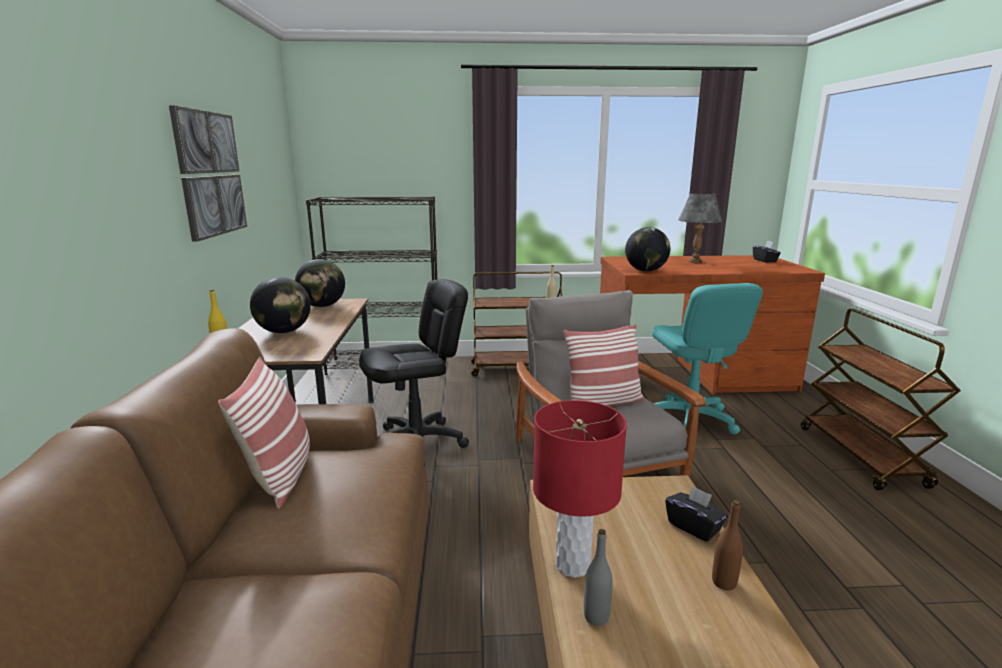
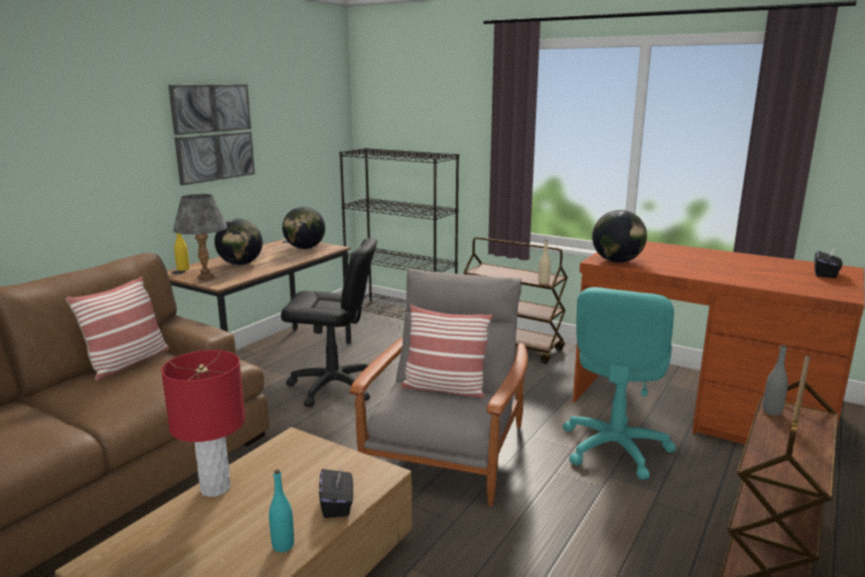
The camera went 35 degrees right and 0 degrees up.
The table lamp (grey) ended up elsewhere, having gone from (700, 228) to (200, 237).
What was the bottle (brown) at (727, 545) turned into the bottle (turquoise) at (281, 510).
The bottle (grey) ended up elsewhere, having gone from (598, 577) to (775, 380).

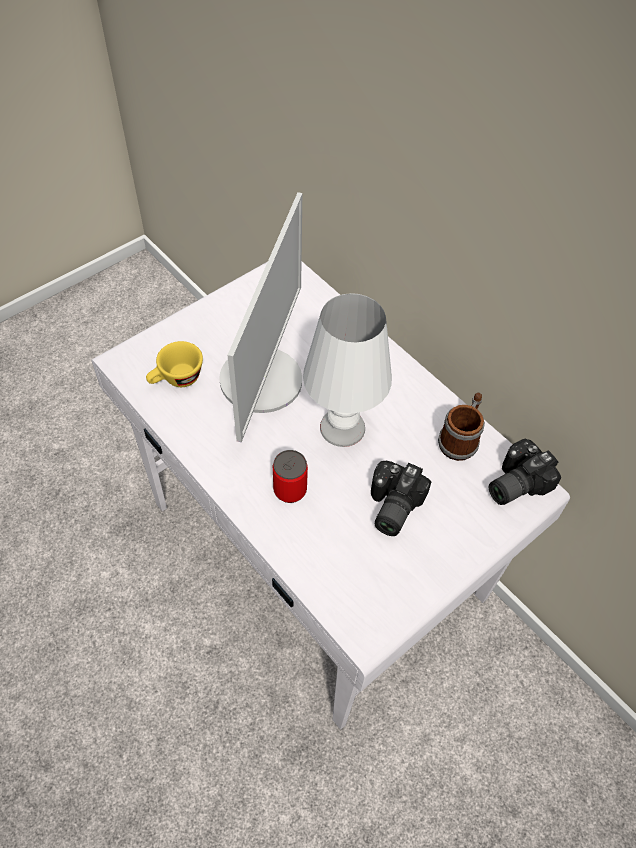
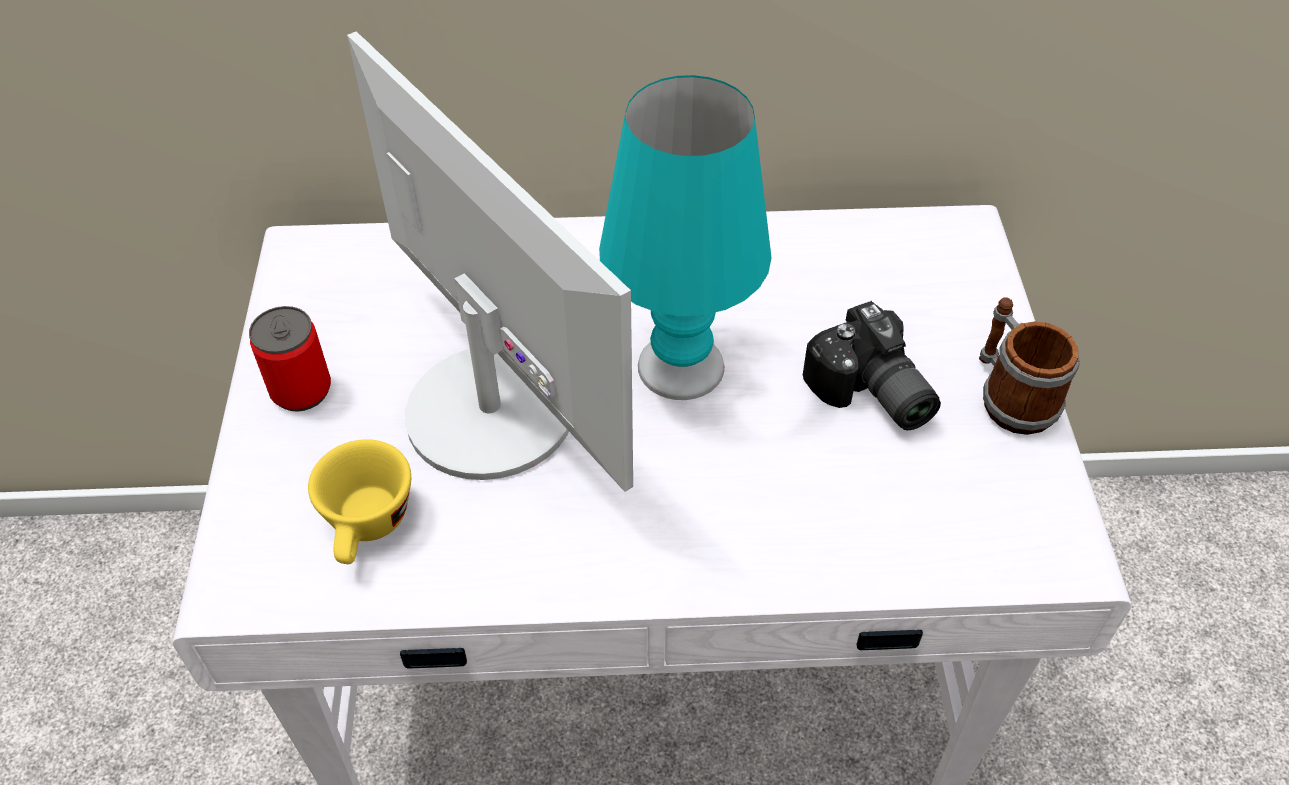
The camera went 50 degrees left and 5 degrees down.
What was the table lamp (white) at (347, 370) turned into the table lamp (turquoise) at (685, 237).
The mug ended up elsewhere, having gone from (461, 427) to (1029, 366).
The second view lost the photo camera at (525, 472).
The can ended up elsewhere, having gone from (290, 476) to (290, 358).

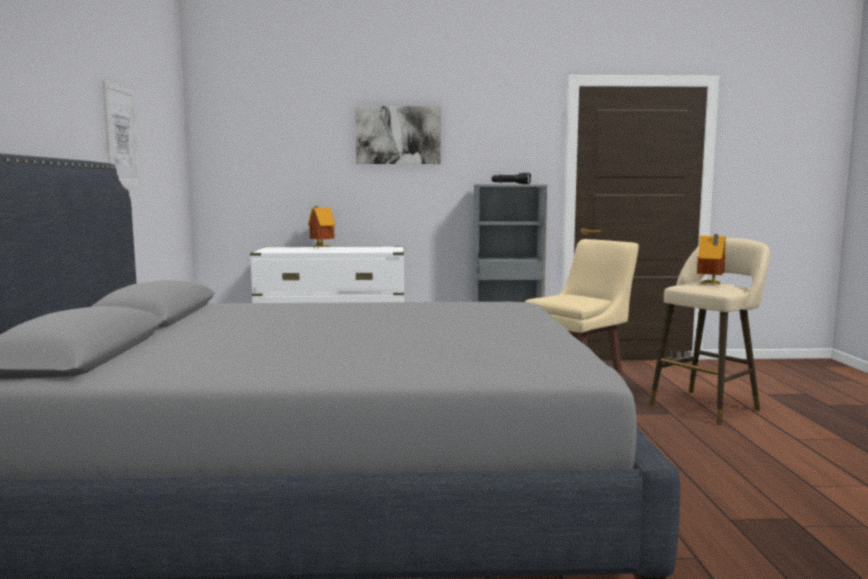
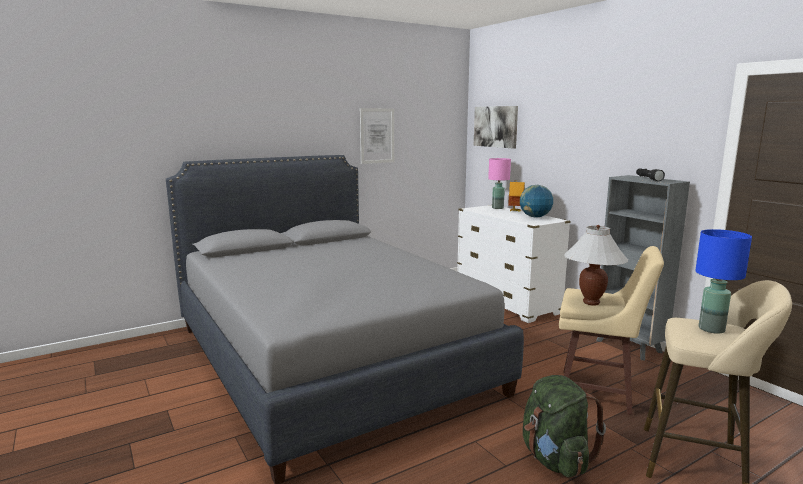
The camera went 60 degrees right and 5 degrees up.
The picture ended up elsewhere, having gone from (398, 135) to (496, 127).
Where the toy house stood at (711, 259), the table lamp (blue) came to stand at (723, 281).
The second view gained the table lamp (pink) at (499, 183).
The second view gained the globe at (536, 201).
The second view gained the table lamp (white) at (596, 265).
The second view gained the backpack (green) at (564, 426).

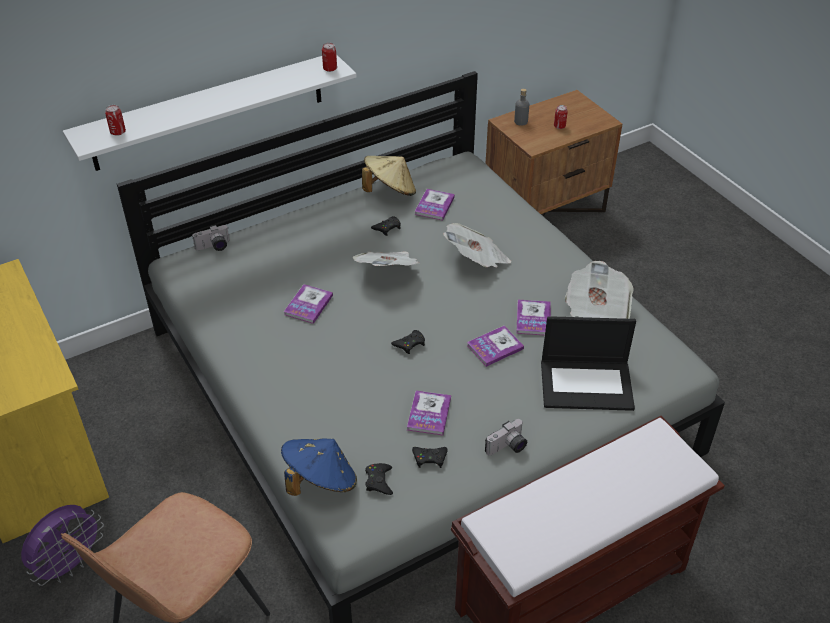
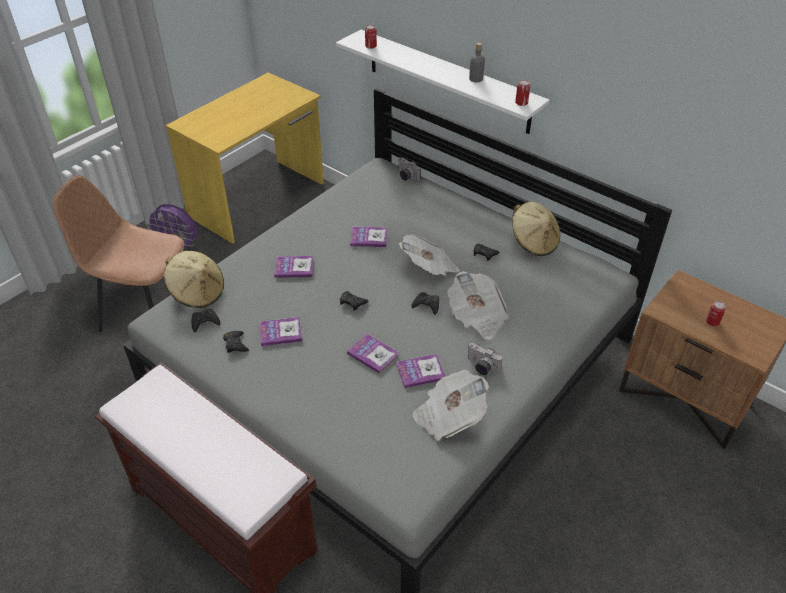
The camera went 70 degrees right and 0 degrees up.
The bottle (grey) ended up elsewhere, having gone from (521, 107) to (477, 62).
The book ended up elsewhere, having gone from (435, 205) to (294, 267).
The second view lost the laptop at (588, 363).
The photo camera ended up elsewhere, having gone from (506, 437) to (485, 359).
What was the hat (blue) at (319, 467) turned into the hat (beige) at (194, 279).
The second view gained the game controller (black) at (425, 303).

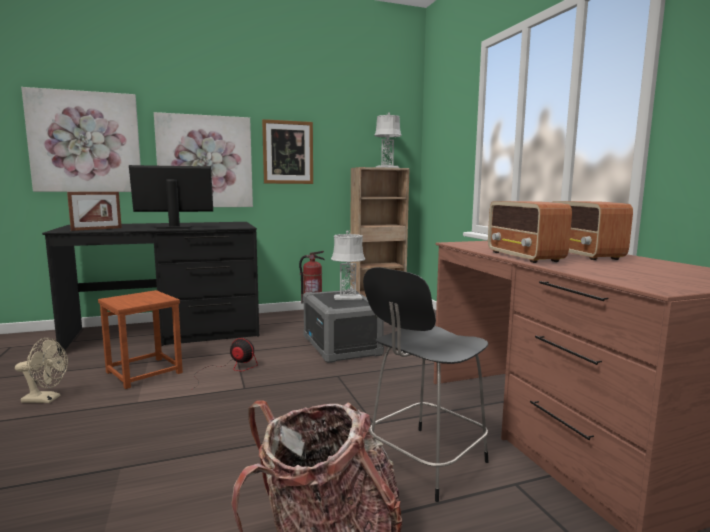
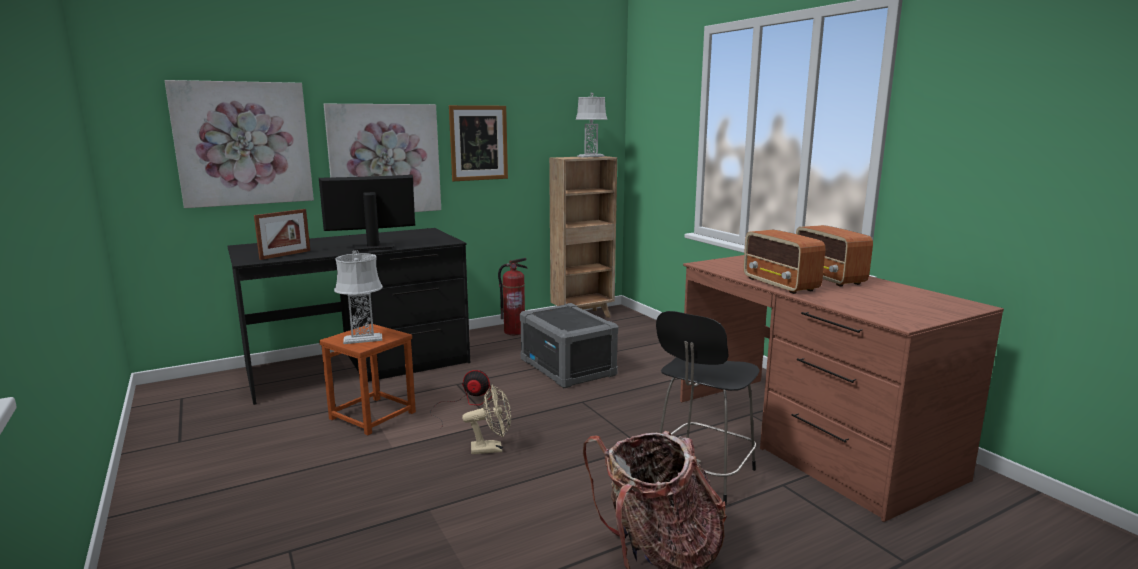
The camera went 10 degrees left and 5 degrees up.
The table lamp (grey) ended up elsewhere, having gone from (348, 265) to (358, 297).
The fan (beige) ended up elsewhere, having gone from (41, 370) to (486, 419).

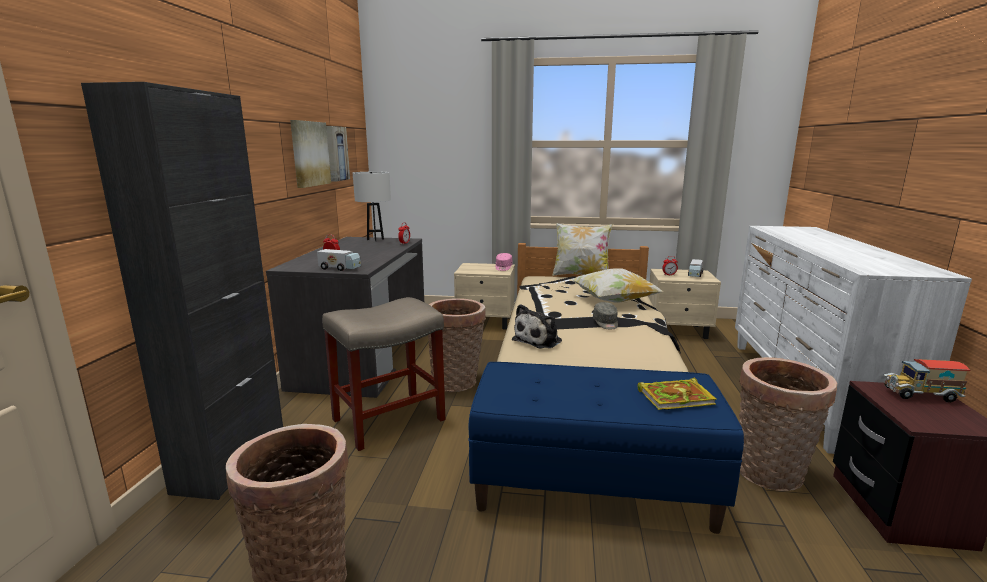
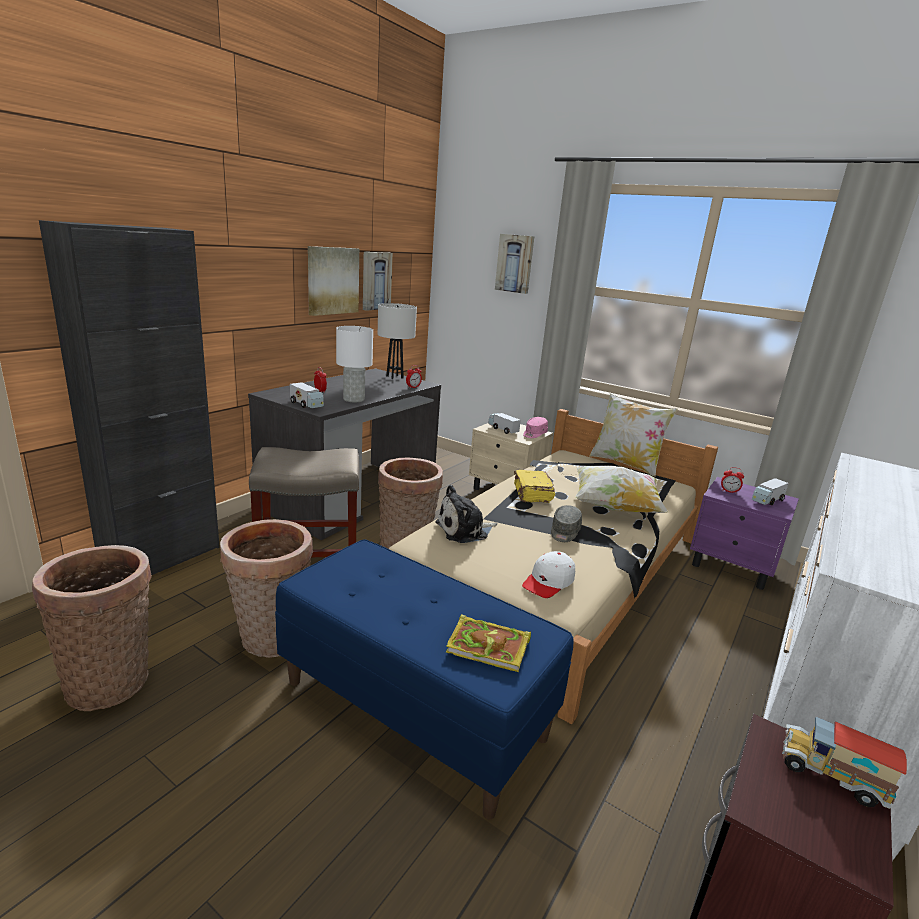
The camera went 25 degrees right and 5 degrees up.
What was the nightstand (beige) at (684, 304) turned into the nightstand (purple) at (744, 533).
The basket ended up elsewhere, having gone from (788, 424) to (266, 588).
The second view gained the picture at (514, 264).
The second view gained the table lamp (white) at (354, 364).
The second view gained the toy truck at (504, 423).
The second view gained the book (yellow) at (534, 486).
The second view gained the cap (white) at (548, 574).

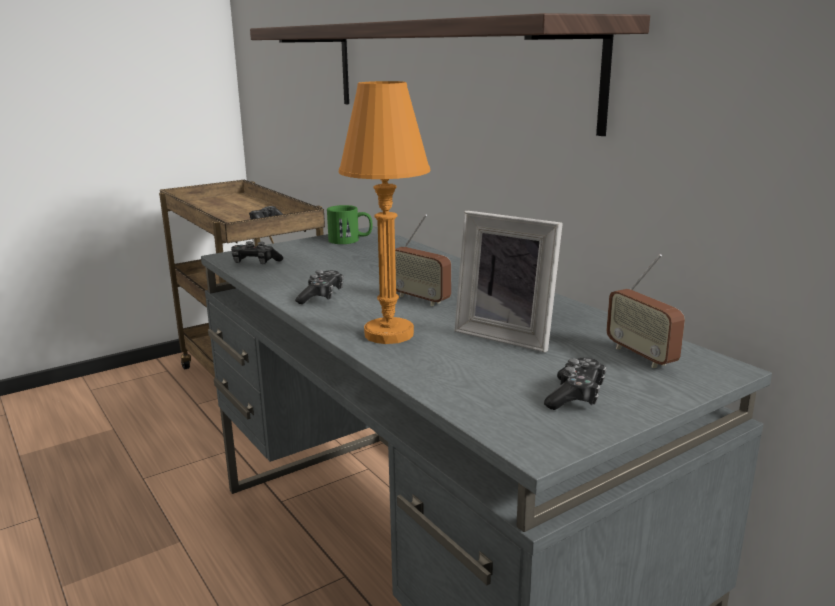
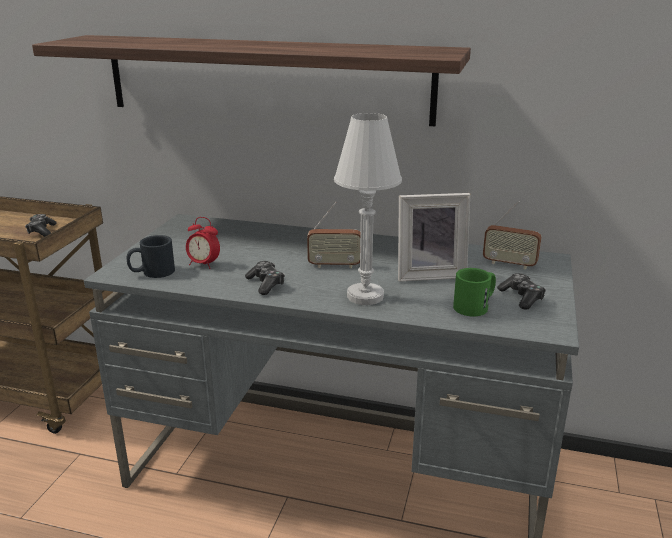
The camera went 40 degrees left and 5 degrees up.
What was the table lamp (orange) at (384, 212) turned into the table lamp (white) at (368, 209).
The mug (green) ended up elsewhere, having gone from (350, 224) to (474, 292).
Where the game controller stood at (257, 252), the mug (black) came to stand at (151, 256).
The second view gained the alarm clock at (203, 243).

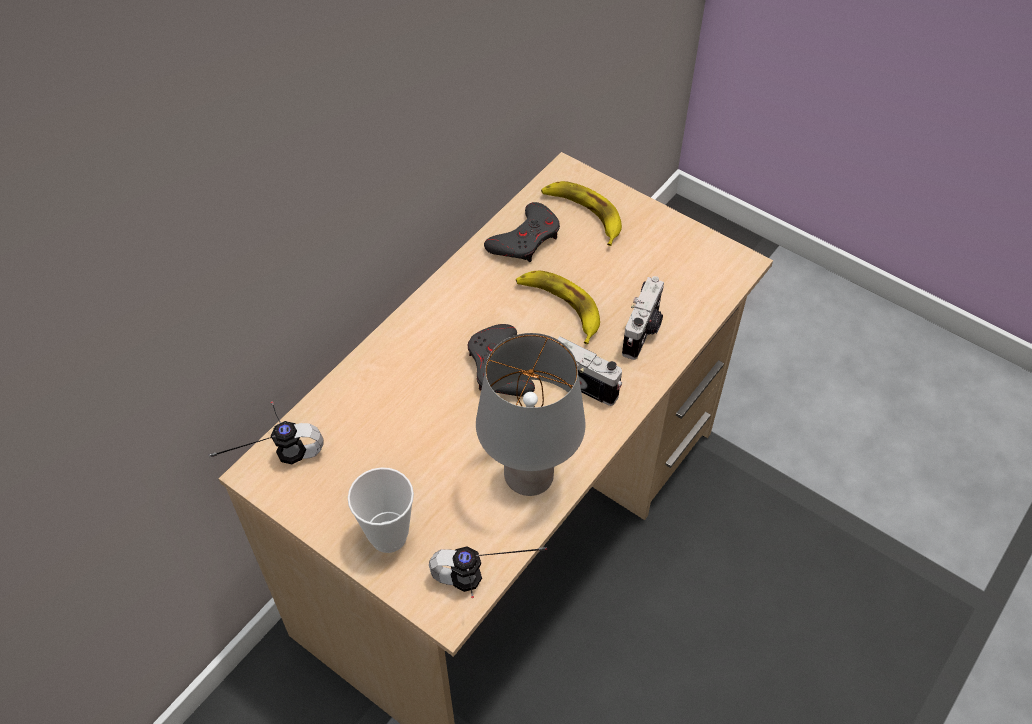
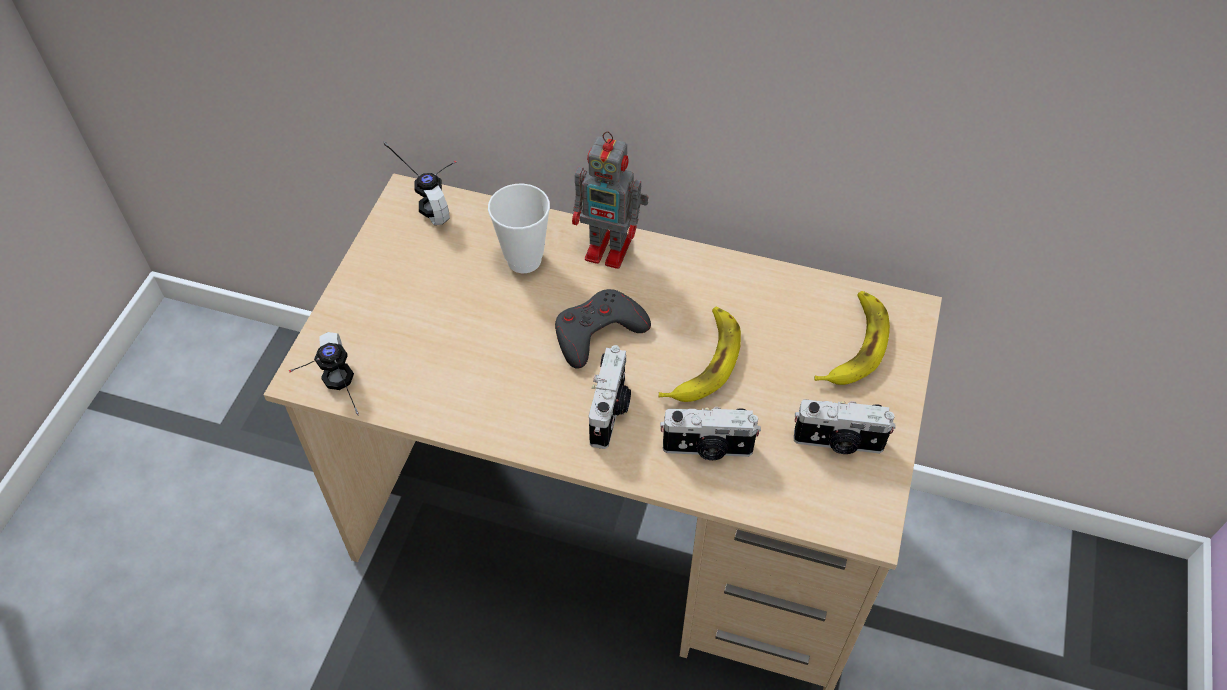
The camera went 70 degrees right and 0 degrees up.
The second view lost the game controller (grey) at (522, 232).
The second view lost the table lamp (grey) at (530, 414).
The cup ended up elsewhere, having gone from (381, 510) to (519, 228).
The second view gained the toy robot at (610, 200).
The second view gained the photo camera at (845, 427).

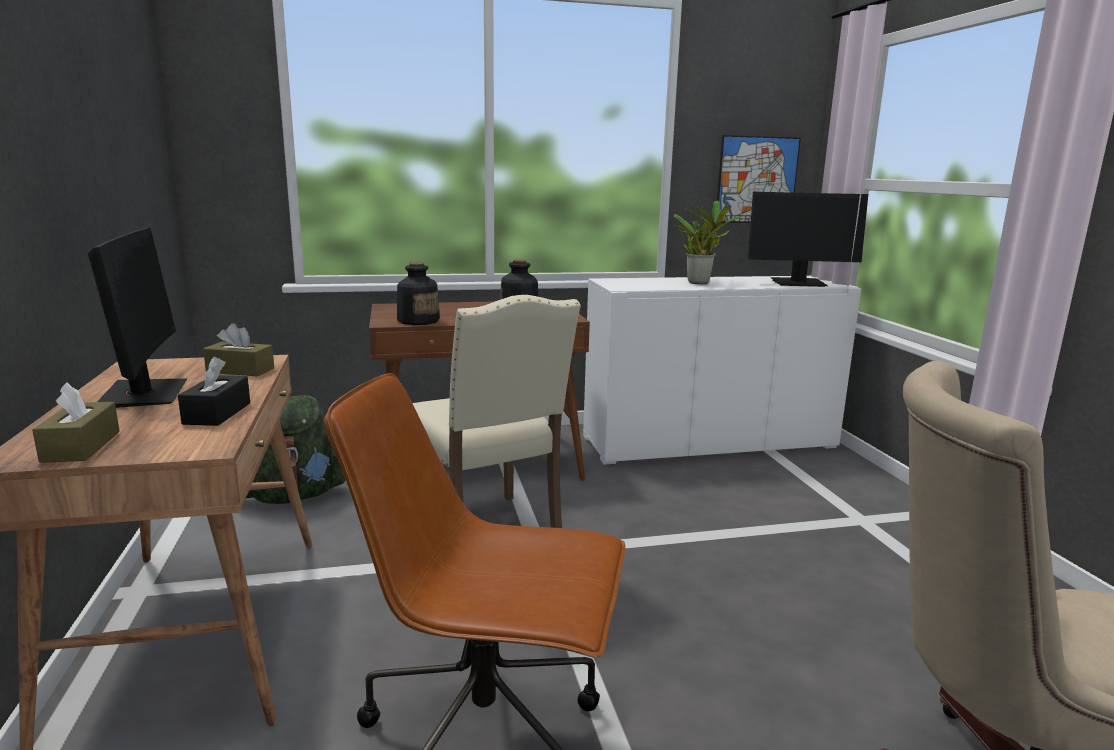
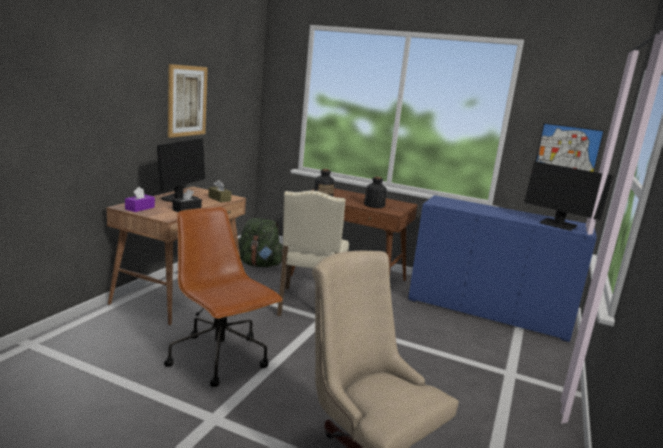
The camera went 35 degrees right and 0 degrees up.
The second view lost the potted plant at (710, 242).
What was the cabinet (white) at (722, 370) turned into the cabinet (blue) at (502, 268).
What was the tissue box (brown) at (76, 423) turned into the tissue box (purple) at (140, 199).
The second view gained the picture at (188, 101).

